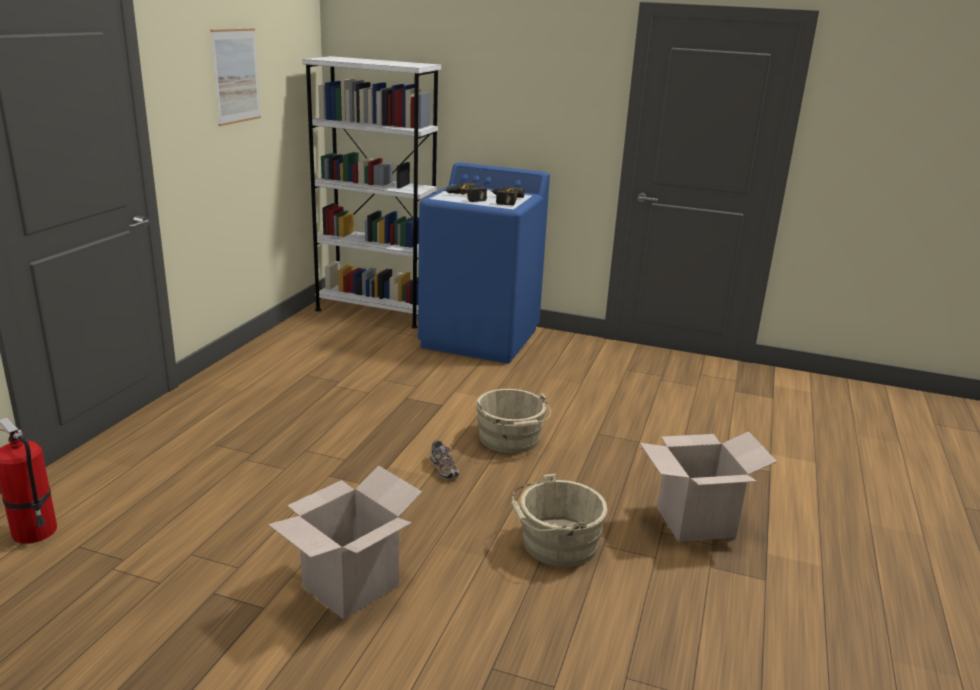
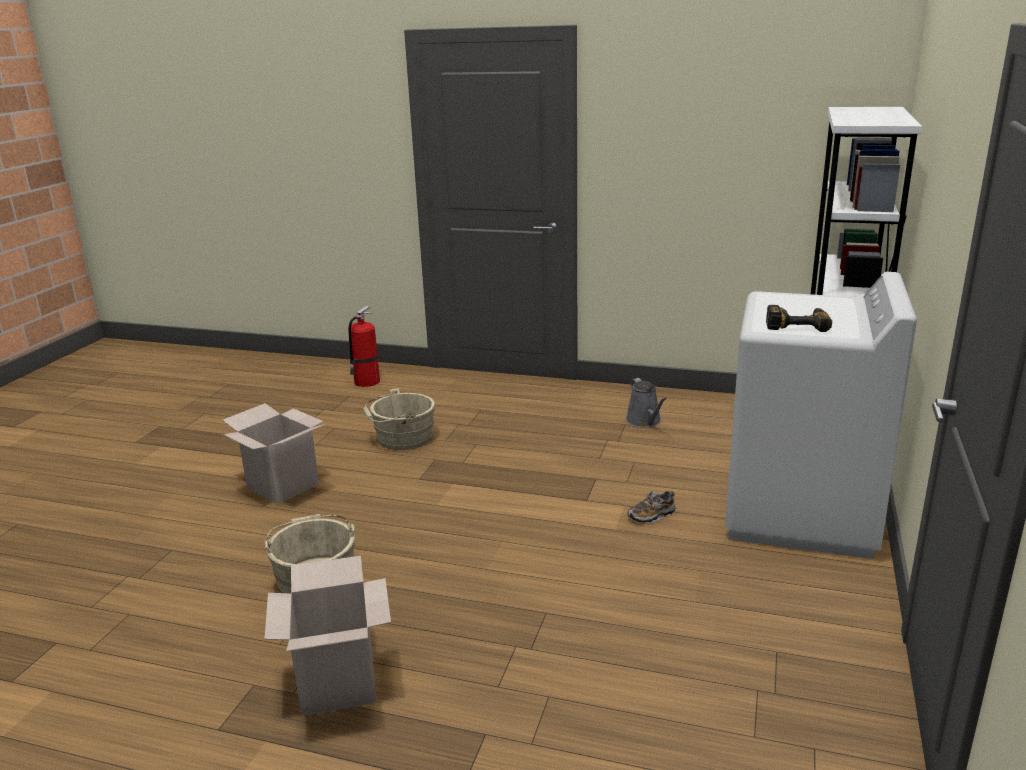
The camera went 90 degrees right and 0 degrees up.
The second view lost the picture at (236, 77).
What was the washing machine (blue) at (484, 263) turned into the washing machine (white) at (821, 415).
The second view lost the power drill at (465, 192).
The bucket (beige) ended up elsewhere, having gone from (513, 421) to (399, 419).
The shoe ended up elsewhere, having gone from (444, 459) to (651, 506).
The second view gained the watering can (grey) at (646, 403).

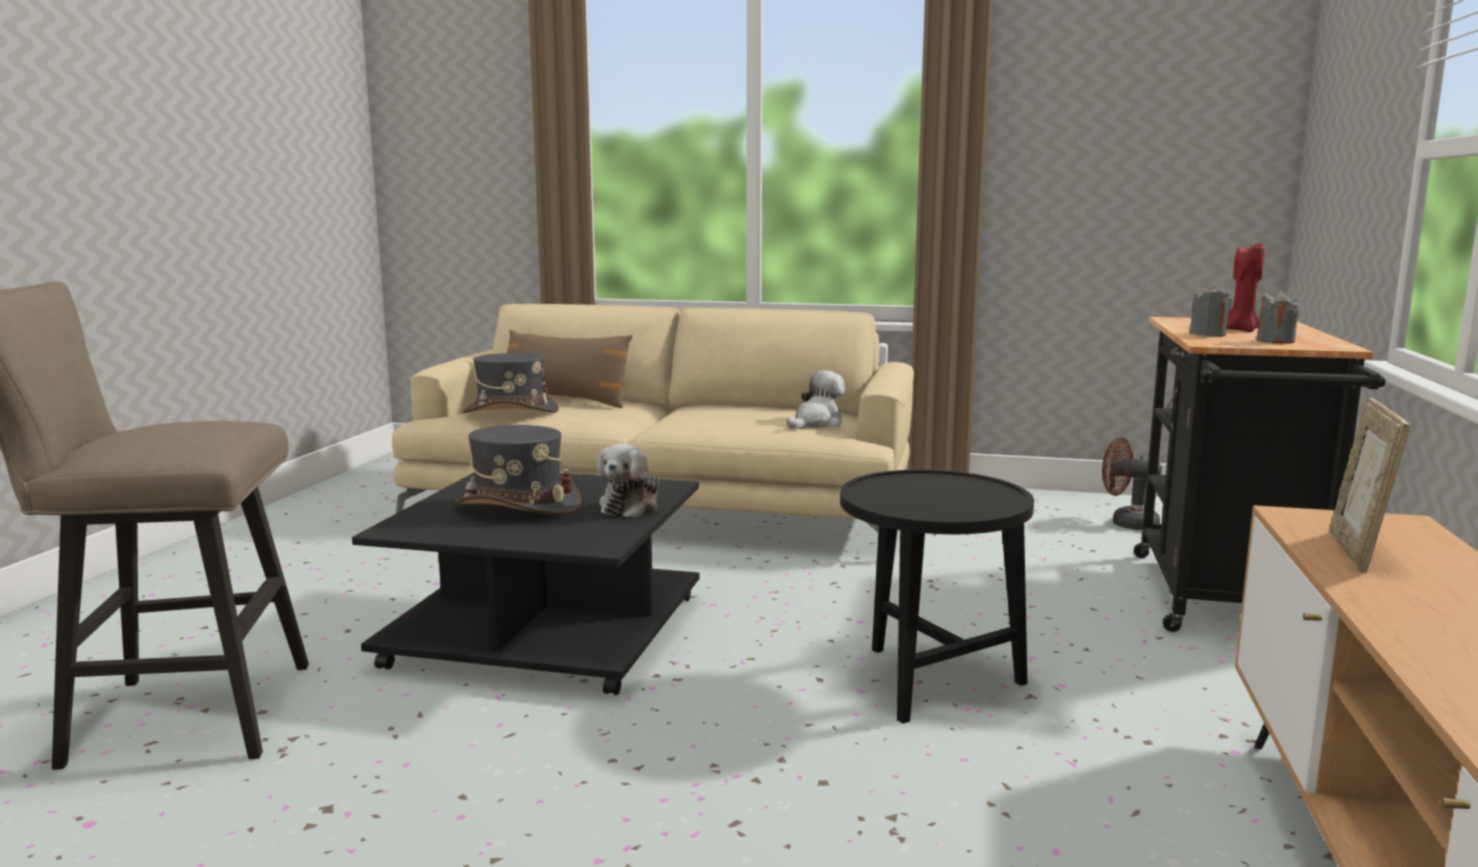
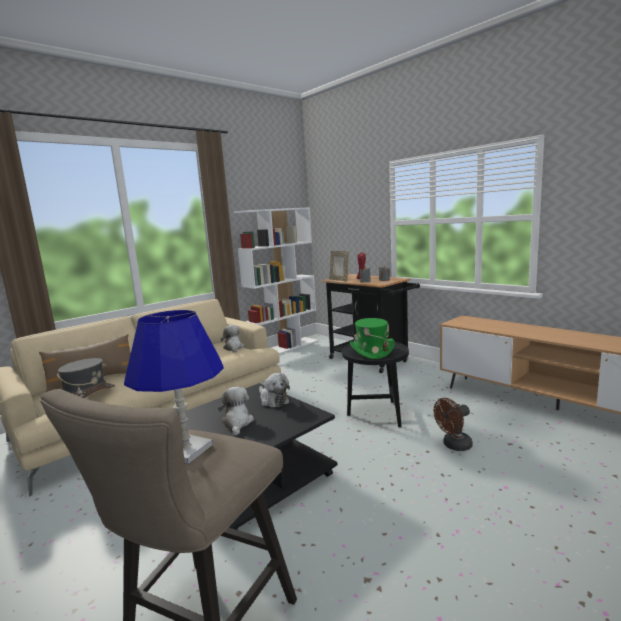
The camera went 55 degrees left and 0 degrees up.
The picture frame ended up elsewhere, having gone from (1370, 485) to (339, 266).
Where the hat (grey) stood at (518, 470), the plush toy came to stand at (236, 411).
The fan (brown) ended up elsewhere, having gone from (1132, 483) to (453, 424).
The second view gained the bookcase (white) at (276, 280).
The second view gained the table lamp (blue) at (174, 387).
The second view gained the hat (green) at (372, 338).

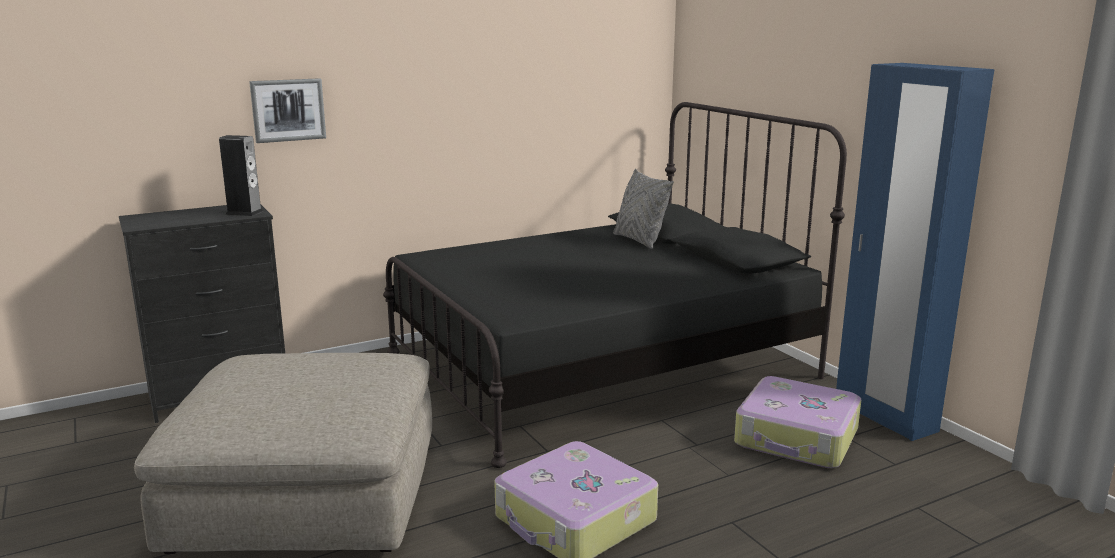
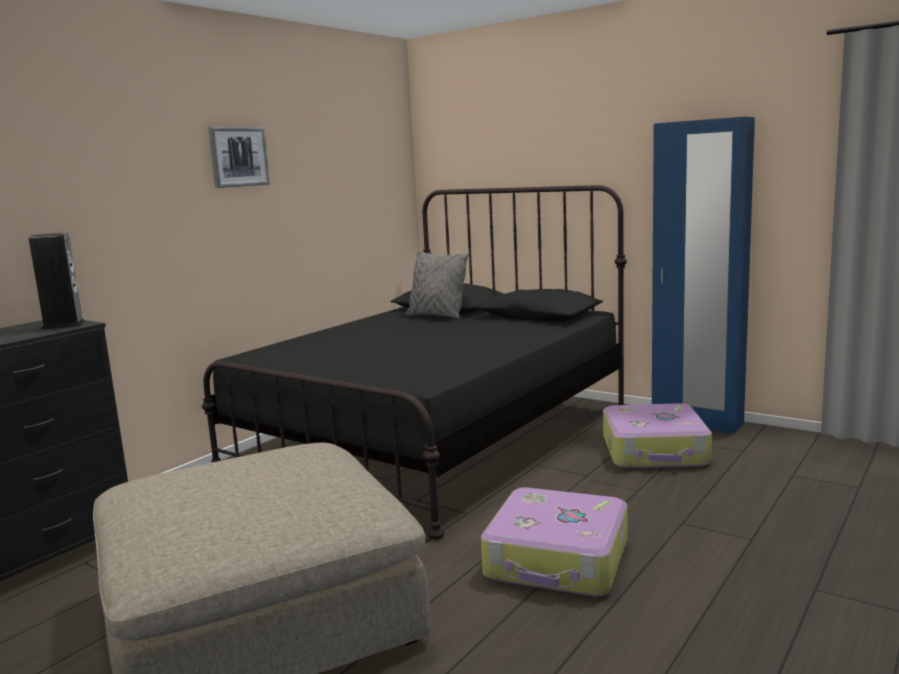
The camera went 25 degrees left and 5 degrees down.
The picture ended up elsewhere, having gone from (287, 110) to (239, 157).

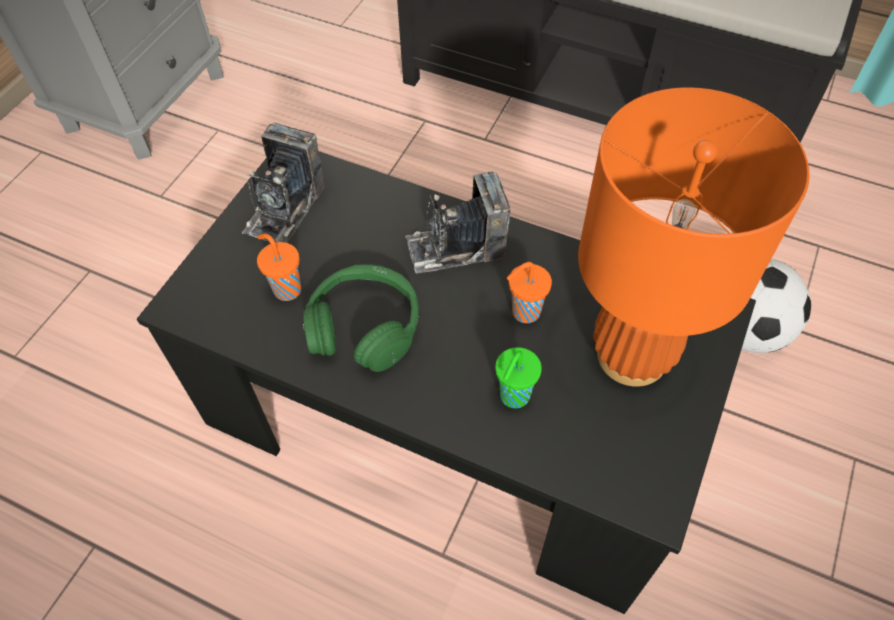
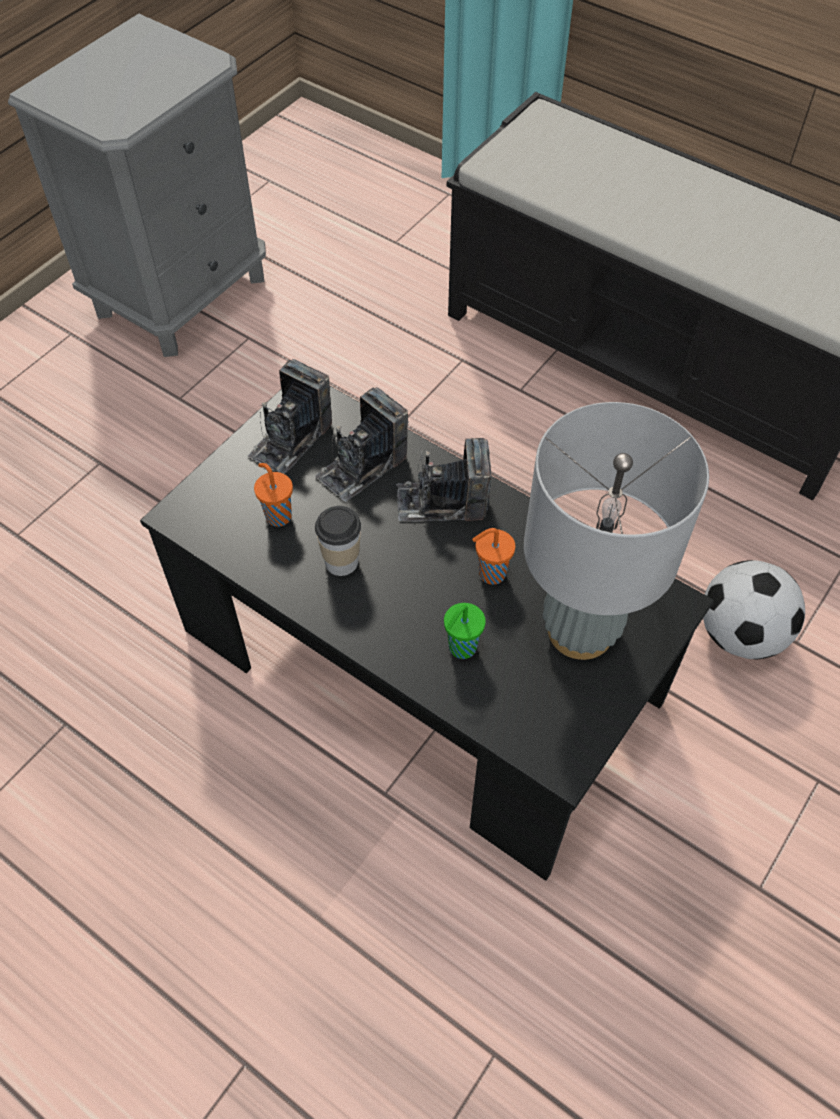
The camera went 10 degrees right and 0 degrees up.
What was the table lamp (orange) at (694, 237) turned into the table lamp (grey) at (616, 531).
Where the headphones (green) stood at (361, 318), the cup came to stand at (338, 541).
The second view gained the photo camera at (362, 444).

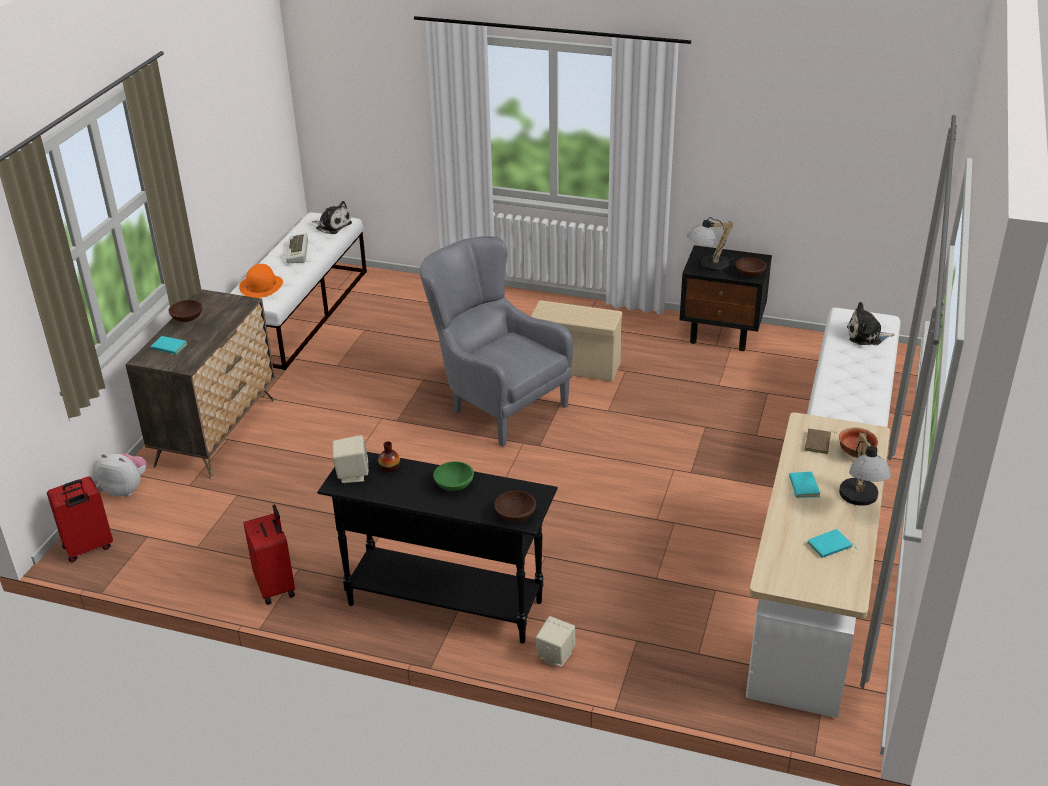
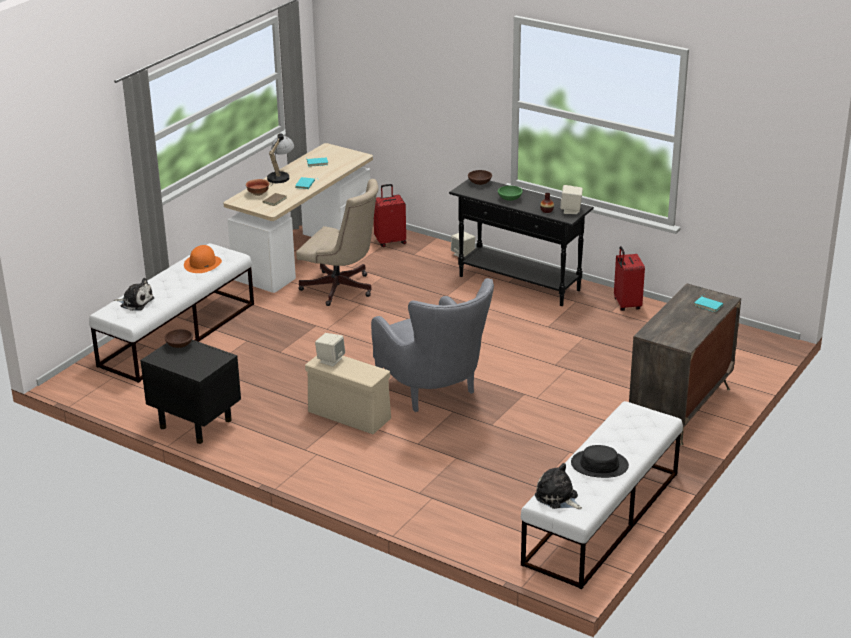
The camera went 165 degrees left and 5 degrees down.
The second view lost the table lamp at (710, 244).
Where the keyboard stood at (297, 248), the hat (black) came to stand at (600, 461).
The hat (orange) ended up elsewhere, having gone from (261, 281) to (203, 259).
The second view lost the bowl (brown) at (185, 311).
The second view lost the plush toy at (121, 475).
The suitcase (red) ended up elsewhere, having gone from (80, 519) to (390, 215).
The second view gained the office chair (beige) at (337, 242).
The second view gained the speaker (beige) at (330, 350).

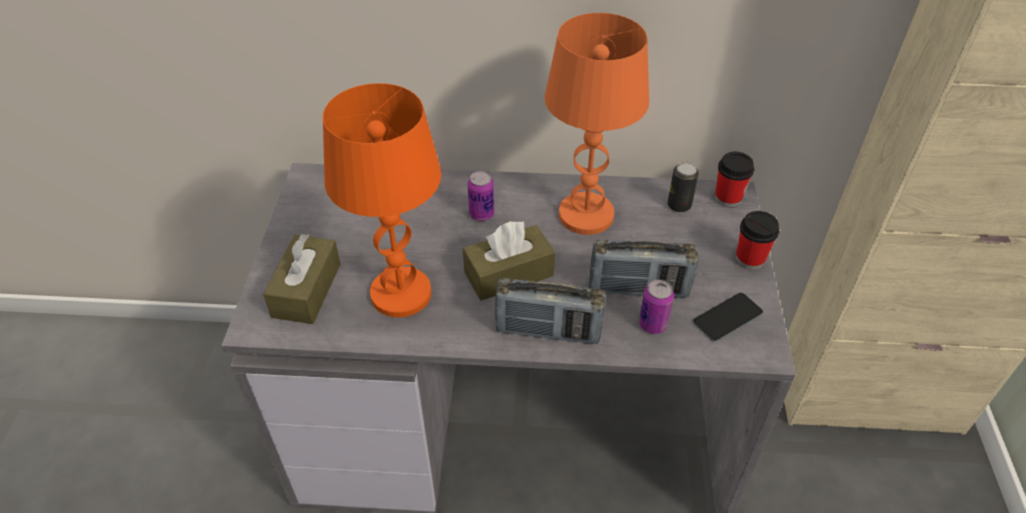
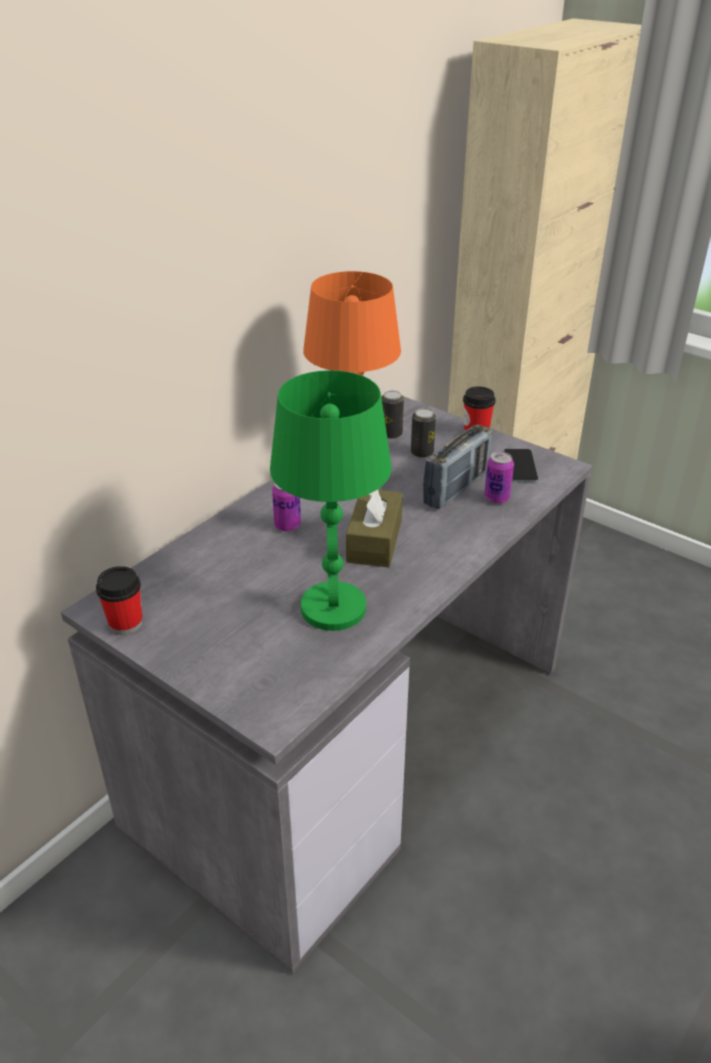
The camera went 55 degrees left and 10 degrees down.
What was the table lamp (orange) at (382, 200) turned into the table lamp (green) at (330, 500).
The cup ended up elsewhere, having gone from (734, 179) to (119, 600).
The second view lost the tissue box (brown) at (302, 279).
The second view lost the radio at (550, 311).
The second view gained the can at (423, 433).

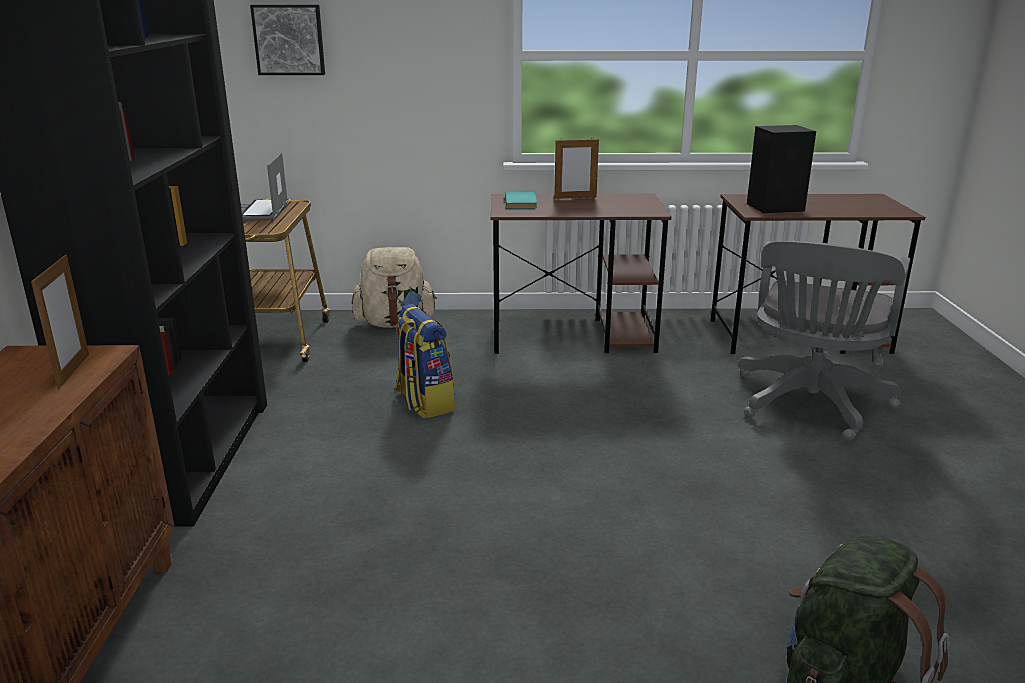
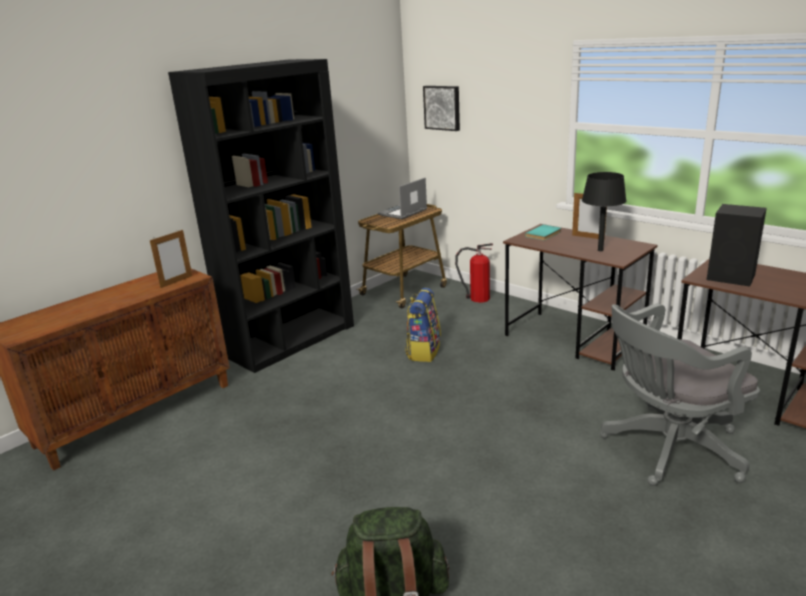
The camera went 45 degrees right and 0 degrees up.
Where the backpack (beige) stood at (394, 287), the fire extinguisher came to stand at (474, 273).
The second view gained the table lamp (black) at (604, 211).

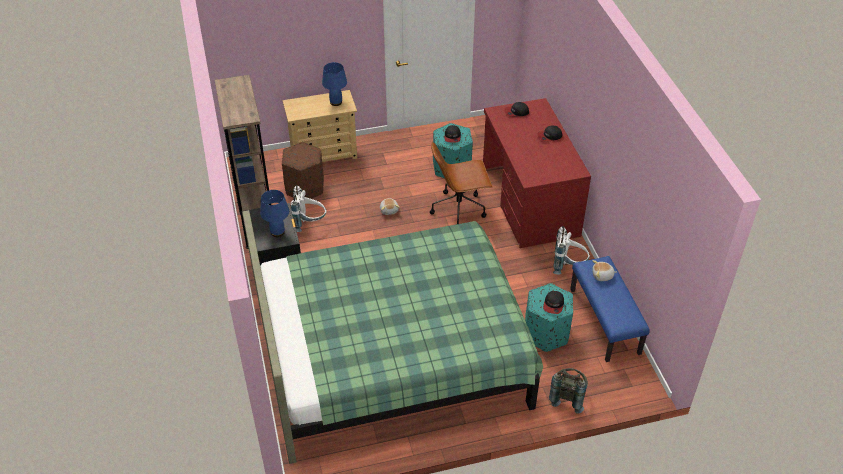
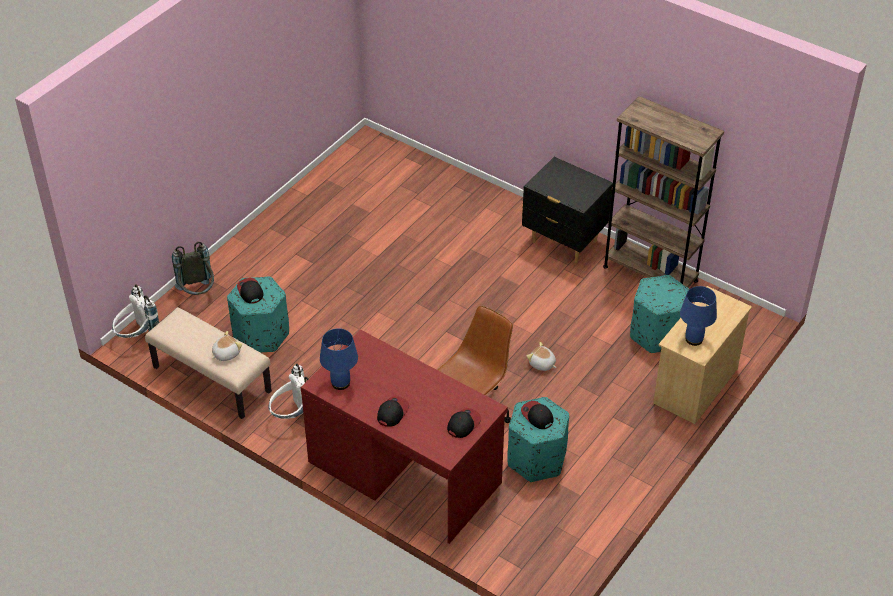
The camera went 140 degrees right and 0 degrees up.
What was the ottoman (brown) at (303, 170) turned into the ottoman (turquoise) at (659, 314).
The backpack (white) ended up elsewhere, having gone from (308, 208) to (135, 311).
The table lamp (blue) ended up elsewhere, having gone from (274, 213) to (339, 359).
The second view lost the bed (green) at (392, 337).
What was the bench (blue) at (610, 309) turned into the bench (beige) at (208, 363).

